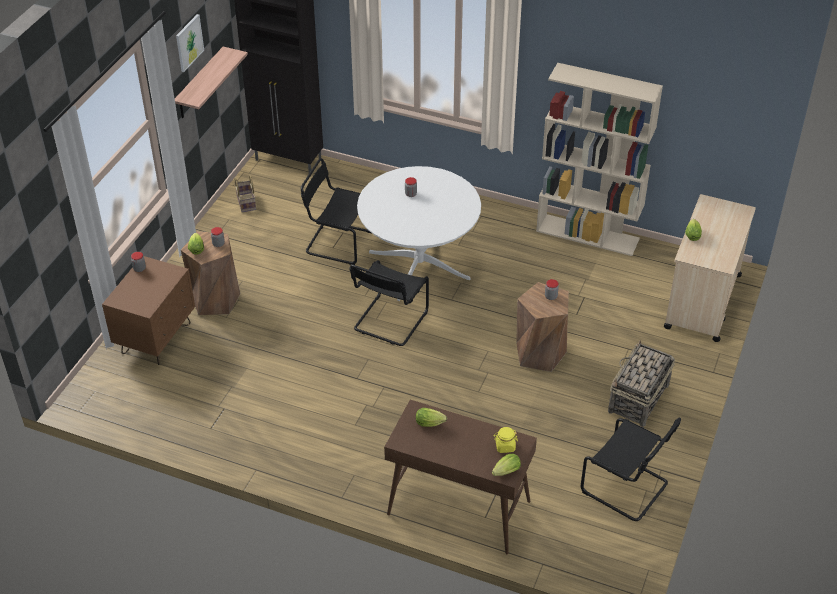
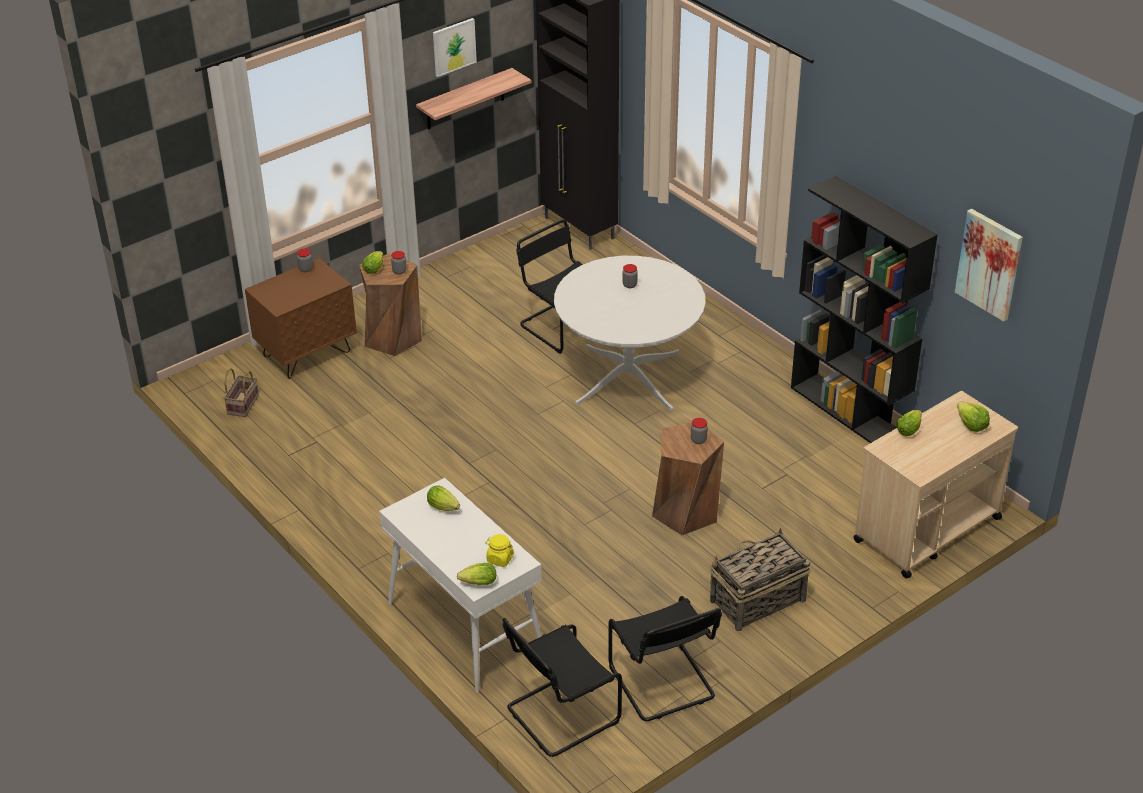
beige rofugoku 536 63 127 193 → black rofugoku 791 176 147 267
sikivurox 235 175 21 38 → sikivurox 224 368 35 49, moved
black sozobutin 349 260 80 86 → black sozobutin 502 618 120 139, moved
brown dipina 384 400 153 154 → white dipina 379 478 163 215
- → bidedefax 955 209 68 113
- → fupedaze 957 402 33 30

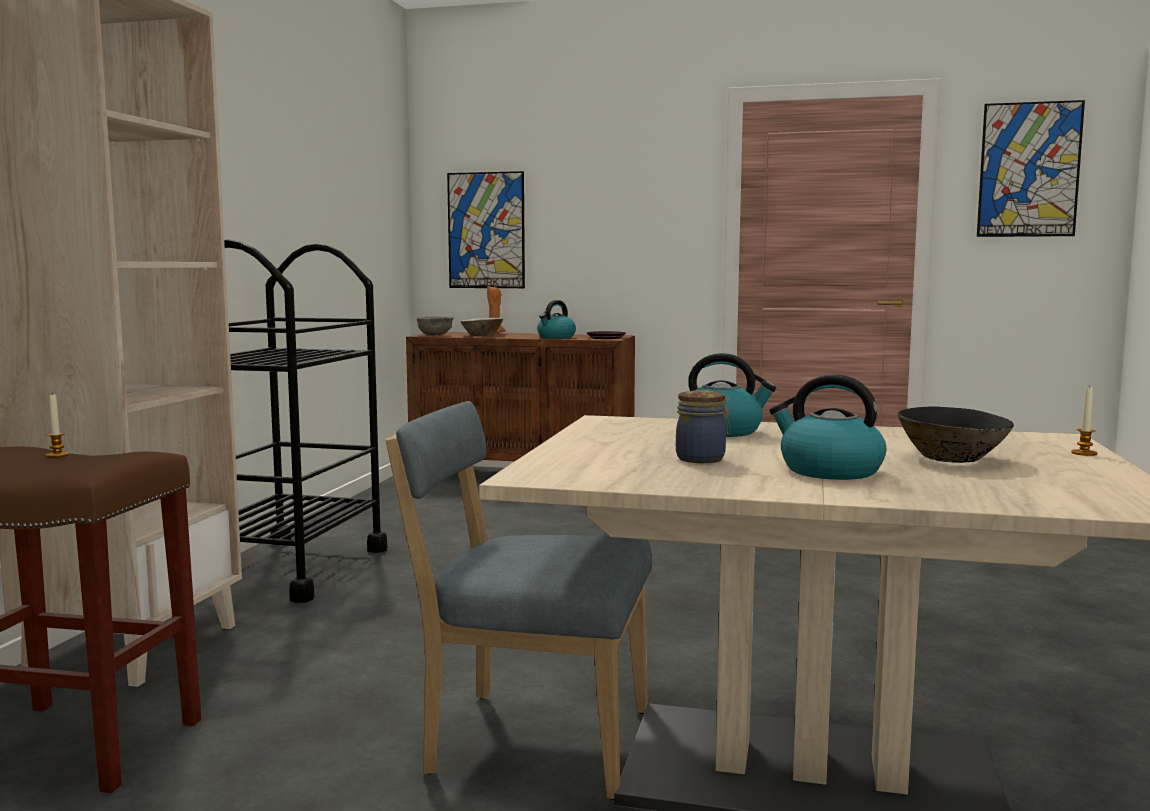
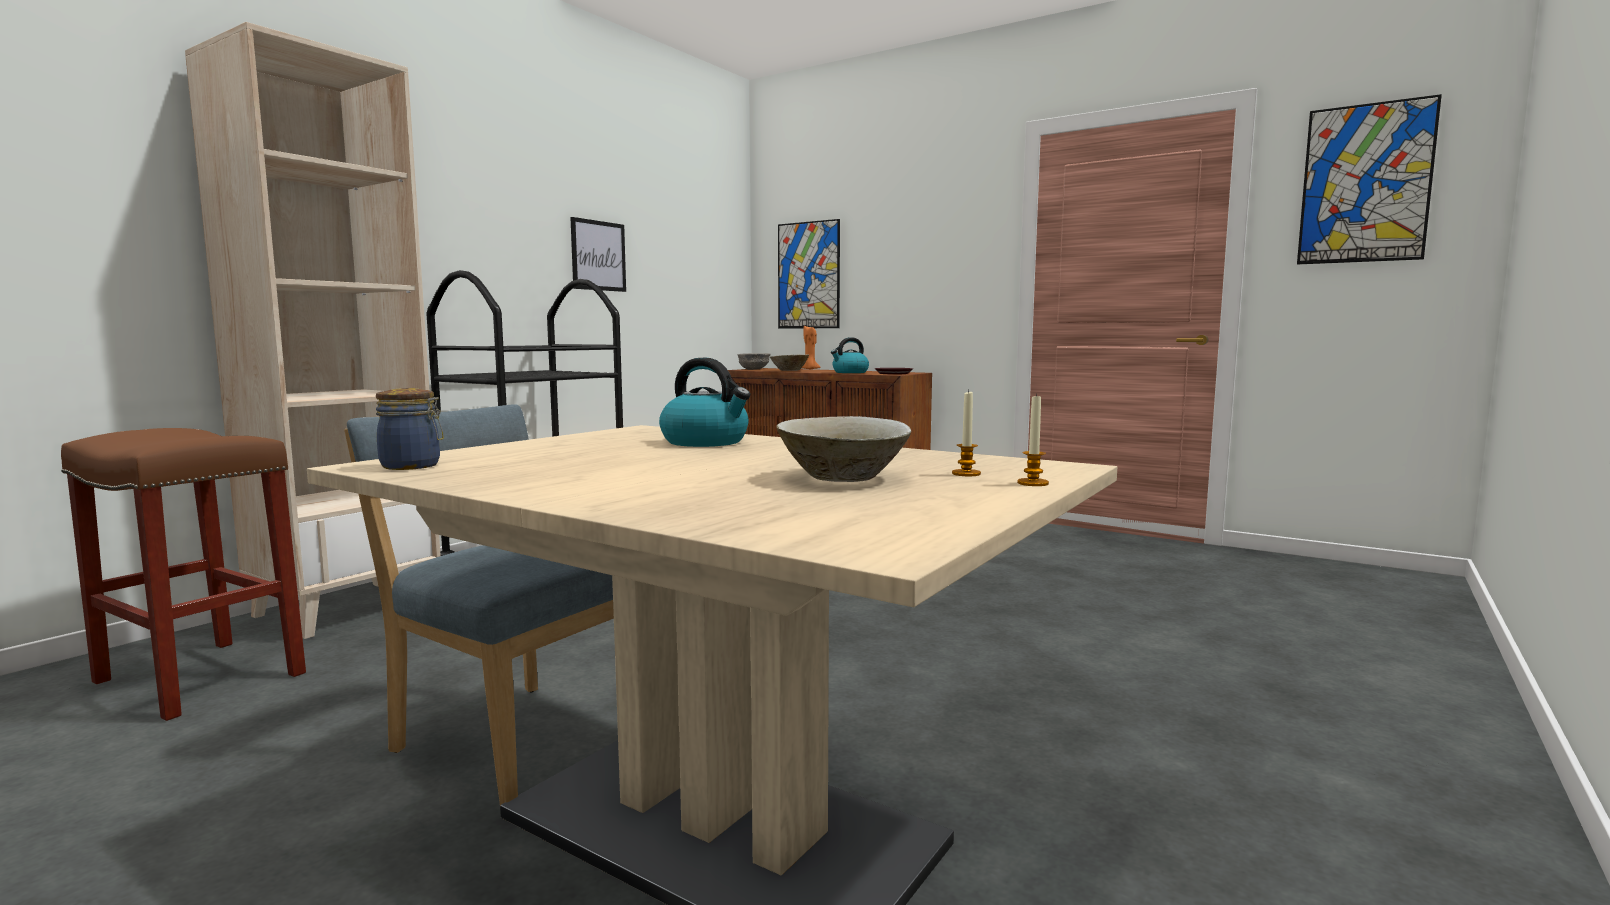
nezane 769 374 117 106 → -
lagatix 676 390 55 73 → lagatix 376 388 68 82, moved
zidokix 46 393 24 65 → zidokix 952 390 29 86, moved
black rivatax 898 406 116 57 → beige rivatax 776 416 135 66
- → bidedefax 570 217 56 75

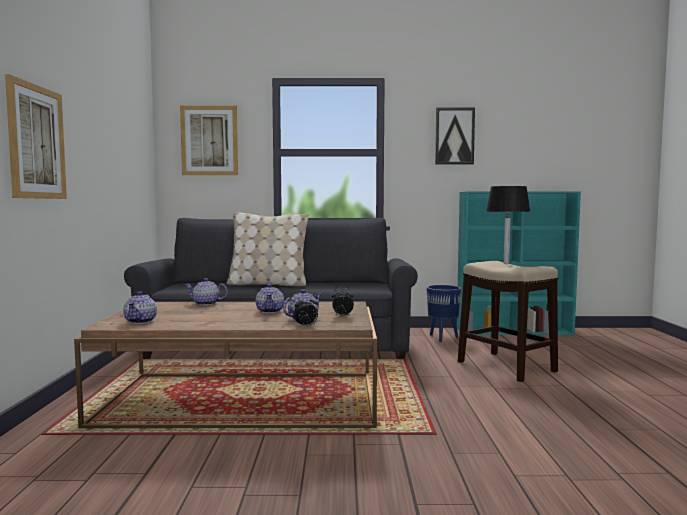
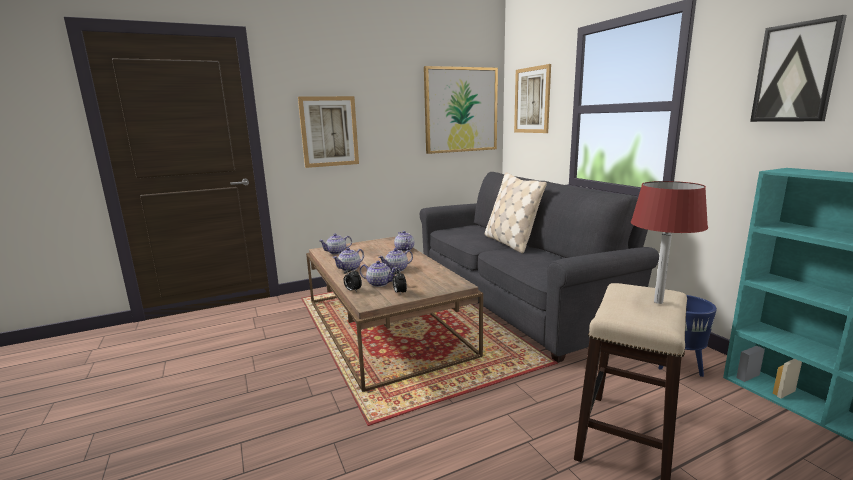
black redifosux 486 186 44 78 → red redifosux 631 181 77 123
- → bidedefax 424 66 74 88
- → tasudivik 332 248 32 23

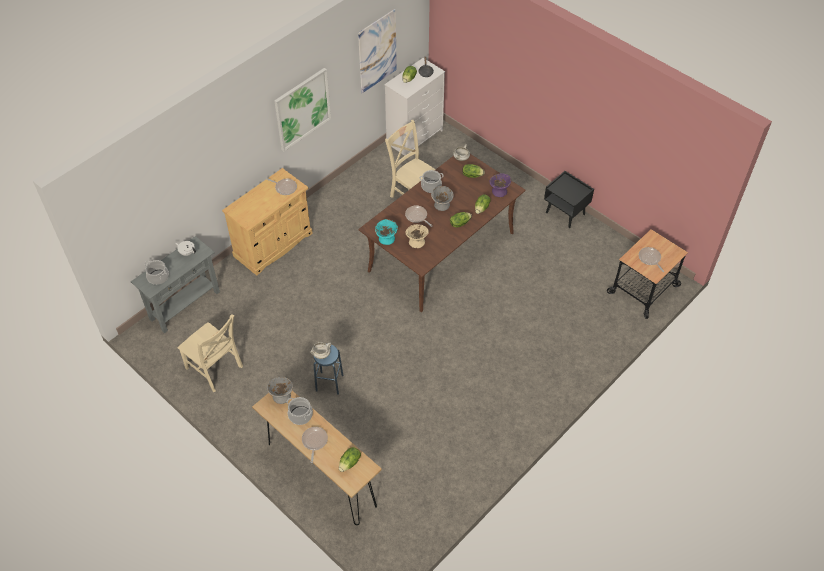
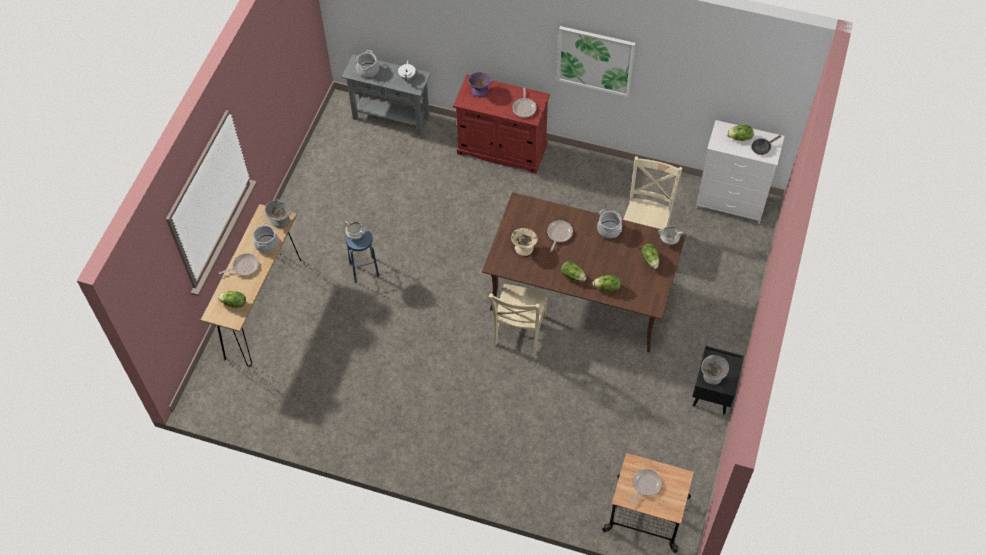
bidedefax 358 9 39 84 → -
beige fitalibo 222 168 91 107 → red fitalibo 453 74 97 100
purple rivatax 490 174 21 23 → purple rivatax 468 72 24 26, moved
grey rivatax 431 186 23 25 → grey rivatax 701 355 28 30, moved
turquoise rivatax 375 219 23 26 → -
beige sozobutin 177 314 66 78 → beige sozobutin 489 284 59 71, moved

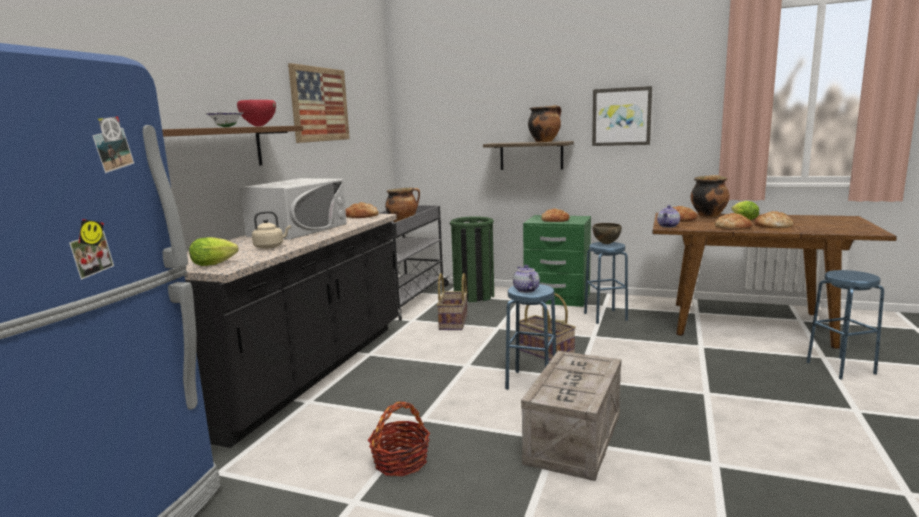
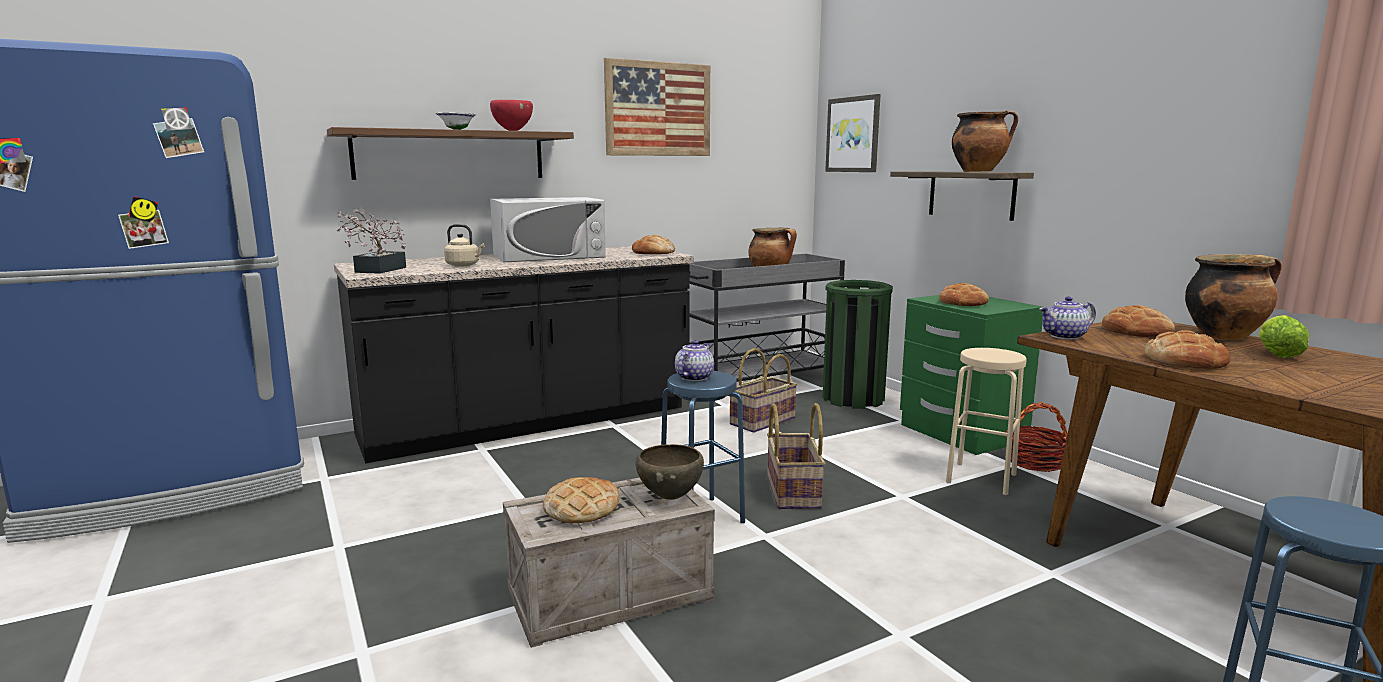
bidedefax 592 86 60 60 → bidedefax 825 94 56 78, moved
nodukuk 754 211 39 17 → nodukuk 543 477 76 46, moved
brown rivatax 593 223 29 21 → brown rivatax 636 444 68 56, moved
fupedaze 189 237 50 29 → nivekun 336 208 70 66
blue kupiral 584 242 44 82 → beige kupiral 946 348 81 147
sikivurox 368 401 62 75 → sikivurox 1006 402 62 70, moved

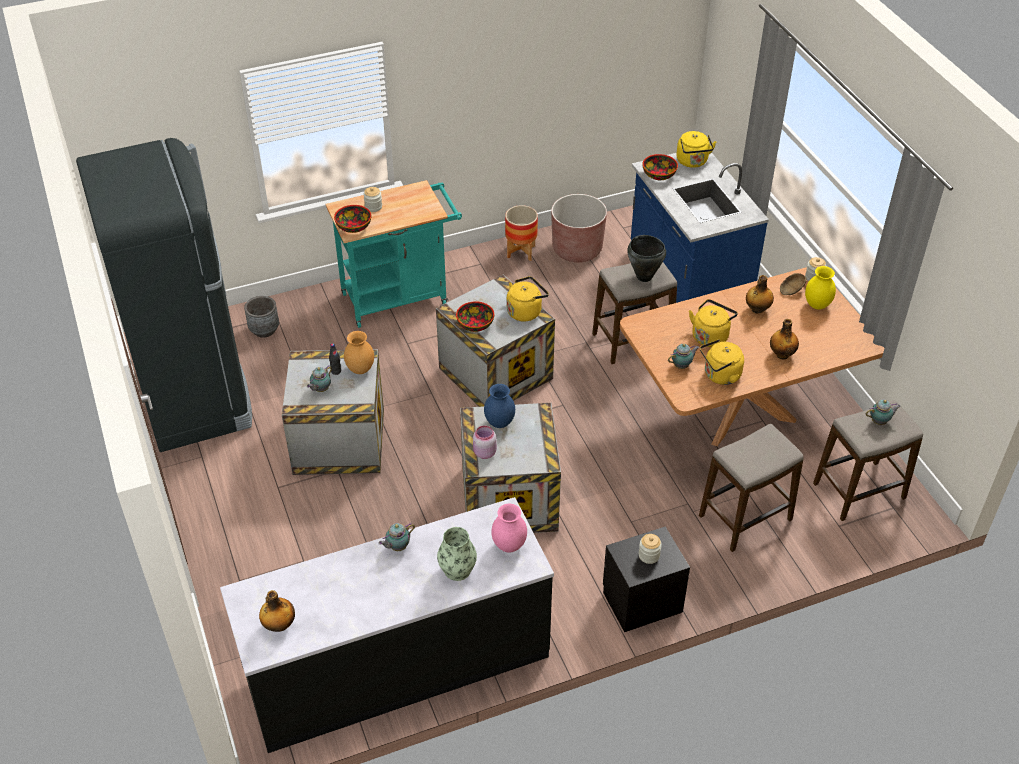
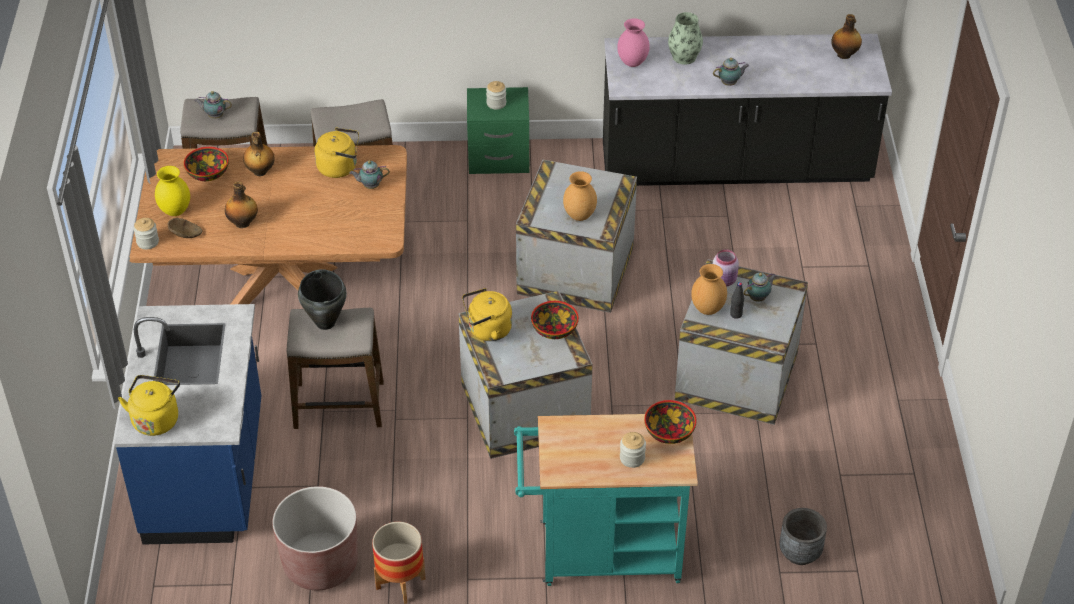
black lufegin 76 138 176 314 → -
rivatax 642 154 36 26 → rivatax 184 147 45 34, moved
yellow nezane 689 299 49 48 → -
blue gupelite 484 384 31 44 → brown gupelite 563 171 34 50
pink lagatix 473 426 24 33 → pink lagatix 713 249 26 38, moved
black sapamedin 603 527 87 105 → green sapamedin 467 87 62 87

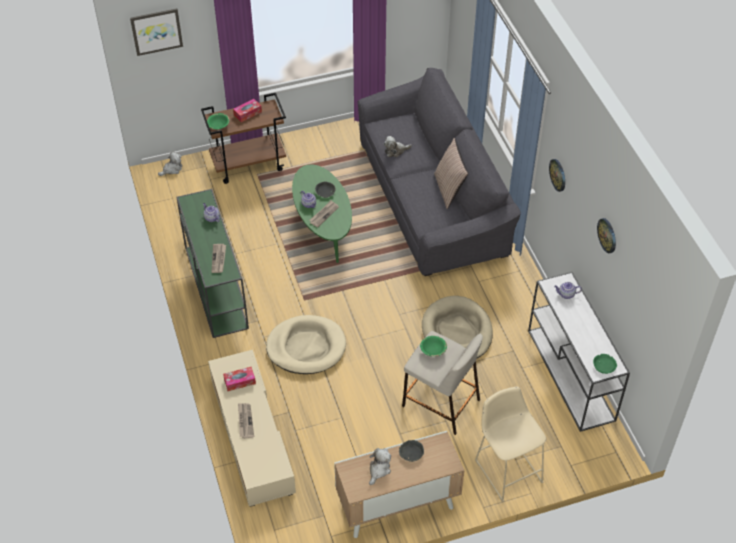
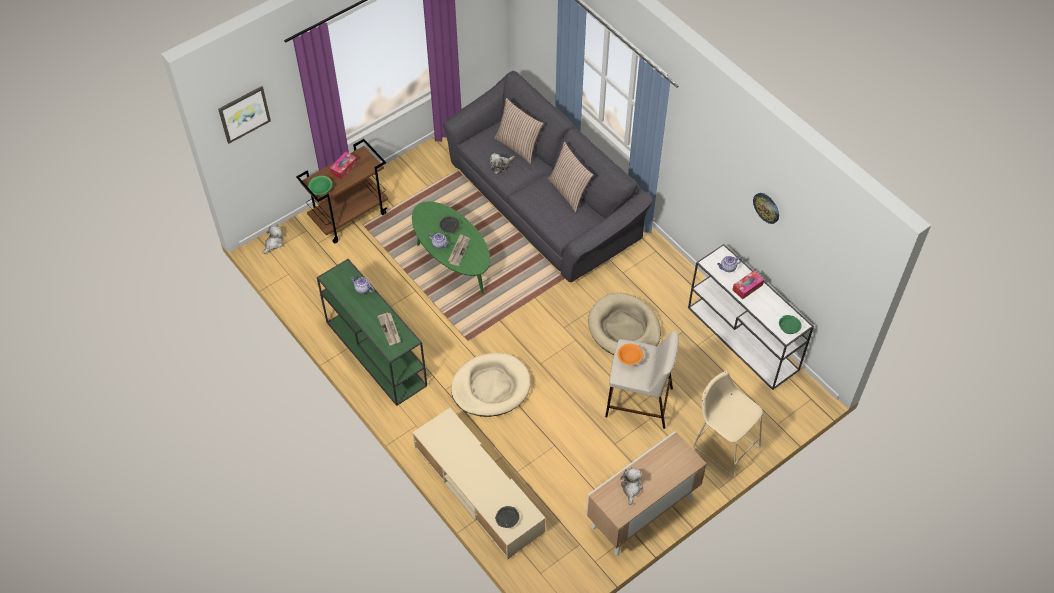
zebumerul 549 159 16 33 → -
green rivatax 420 336 27 21 → orange rivatax 617 344 27 21
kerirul 223 367 33 24 → kerirul 732 271 32 29, moved
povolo 238 403 16 36 → -
grey rivatax 399 440 25 22 → grey rivatax 495 506 25 22, moved
- → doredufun 494 98 50 66

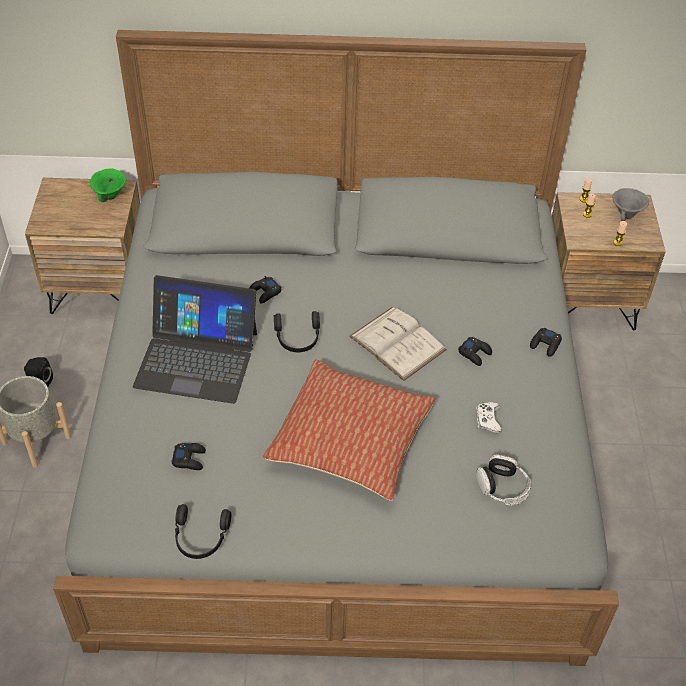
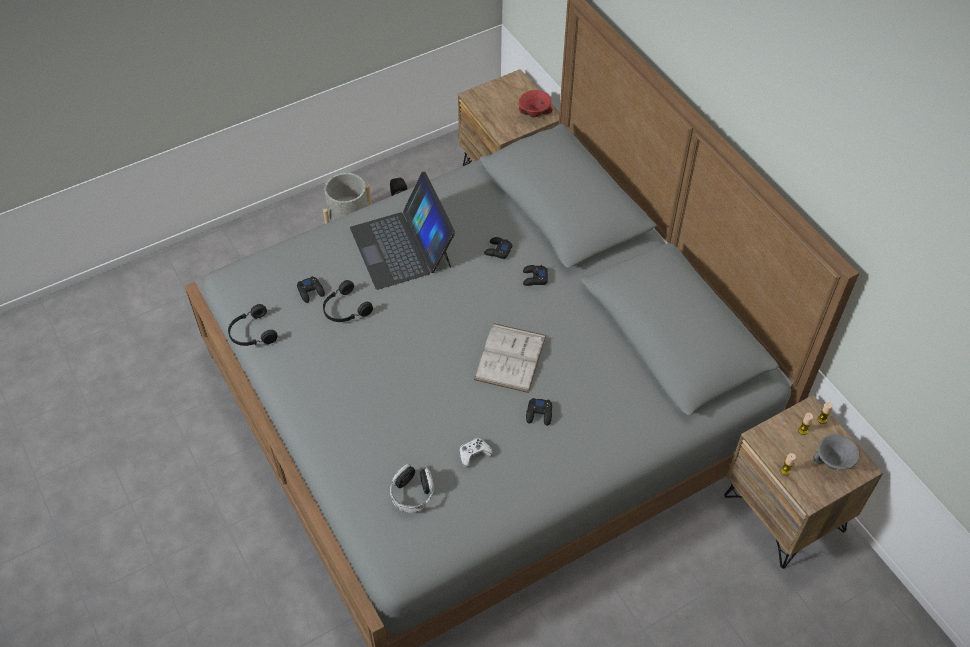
green rivatax 90 169 36 33 → red rivatax 519 90 34 27
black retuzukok 274 311 46 41 → black retuzukok 323 280 50 42, moved
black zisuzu 530 327 32 30 → black zisuzu 523 265 25 21, moved
doredufun 263 360 173 141 → -

